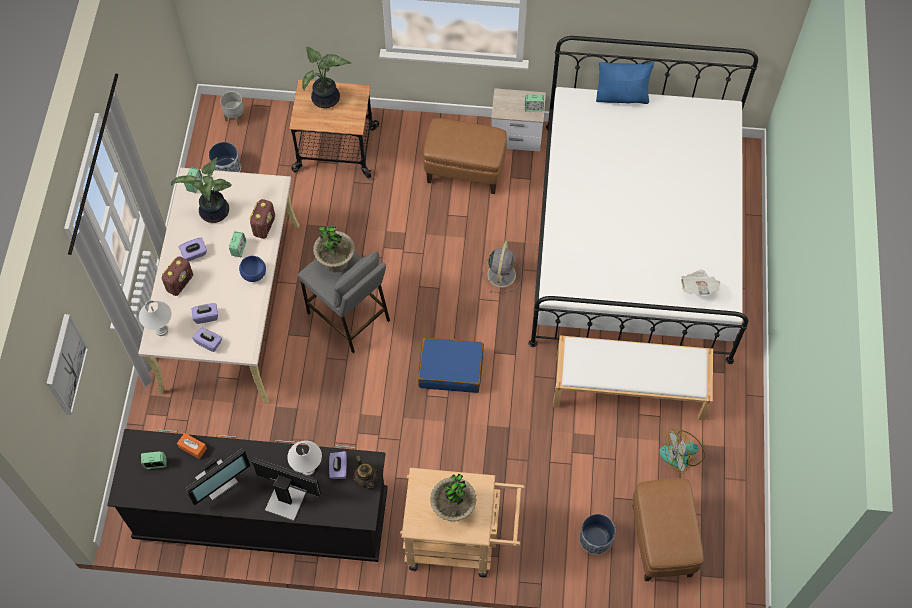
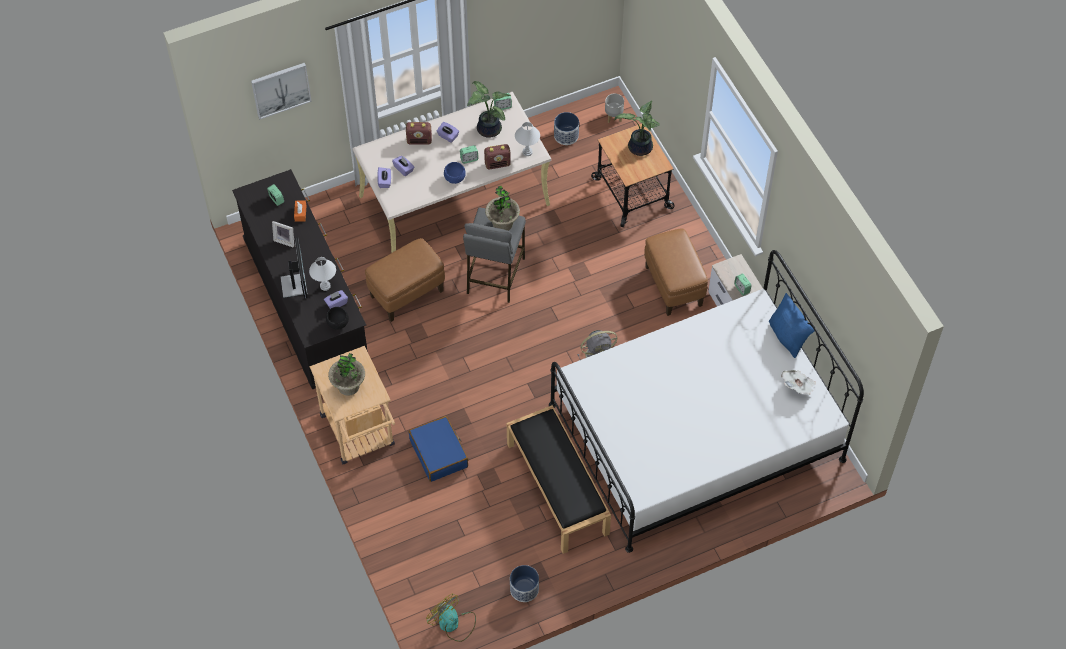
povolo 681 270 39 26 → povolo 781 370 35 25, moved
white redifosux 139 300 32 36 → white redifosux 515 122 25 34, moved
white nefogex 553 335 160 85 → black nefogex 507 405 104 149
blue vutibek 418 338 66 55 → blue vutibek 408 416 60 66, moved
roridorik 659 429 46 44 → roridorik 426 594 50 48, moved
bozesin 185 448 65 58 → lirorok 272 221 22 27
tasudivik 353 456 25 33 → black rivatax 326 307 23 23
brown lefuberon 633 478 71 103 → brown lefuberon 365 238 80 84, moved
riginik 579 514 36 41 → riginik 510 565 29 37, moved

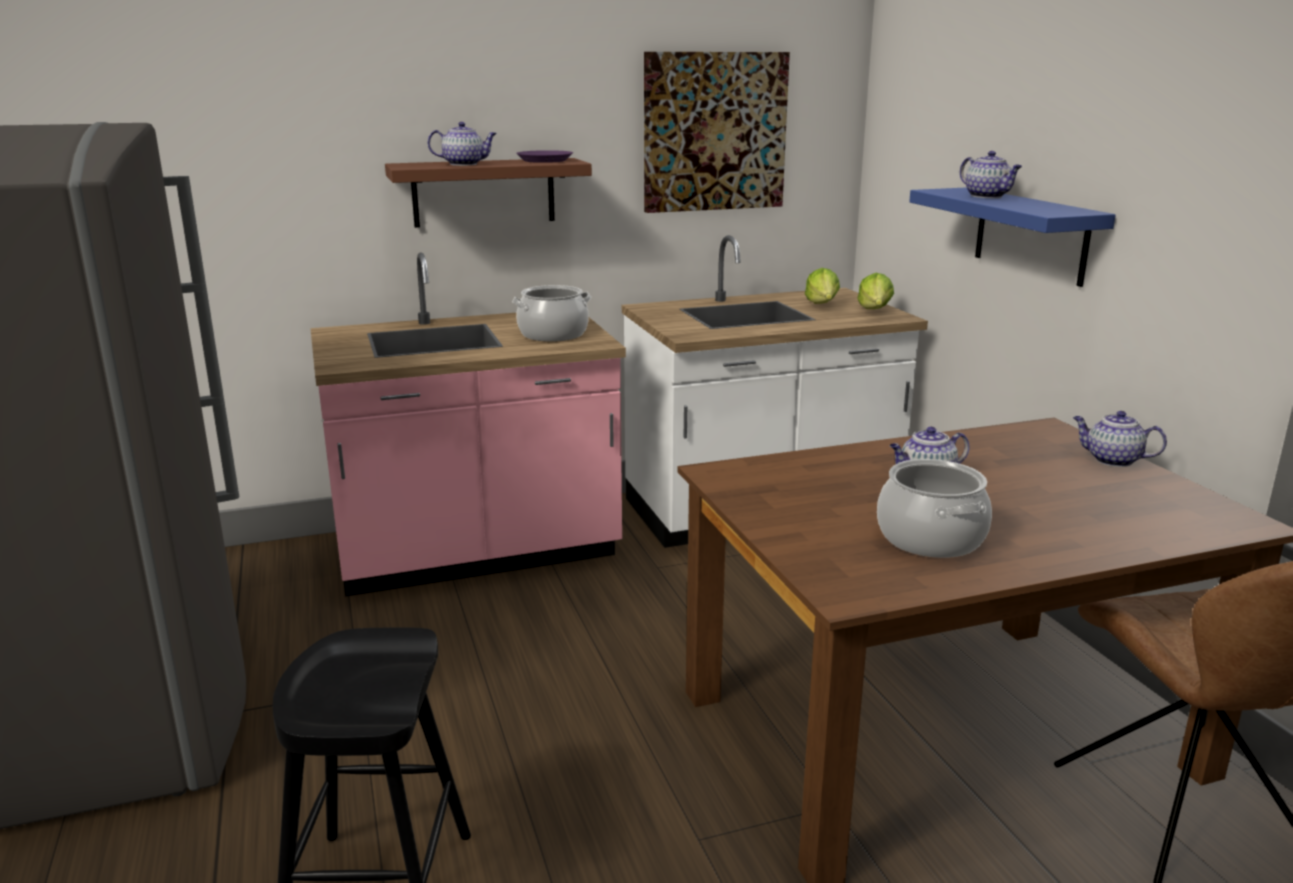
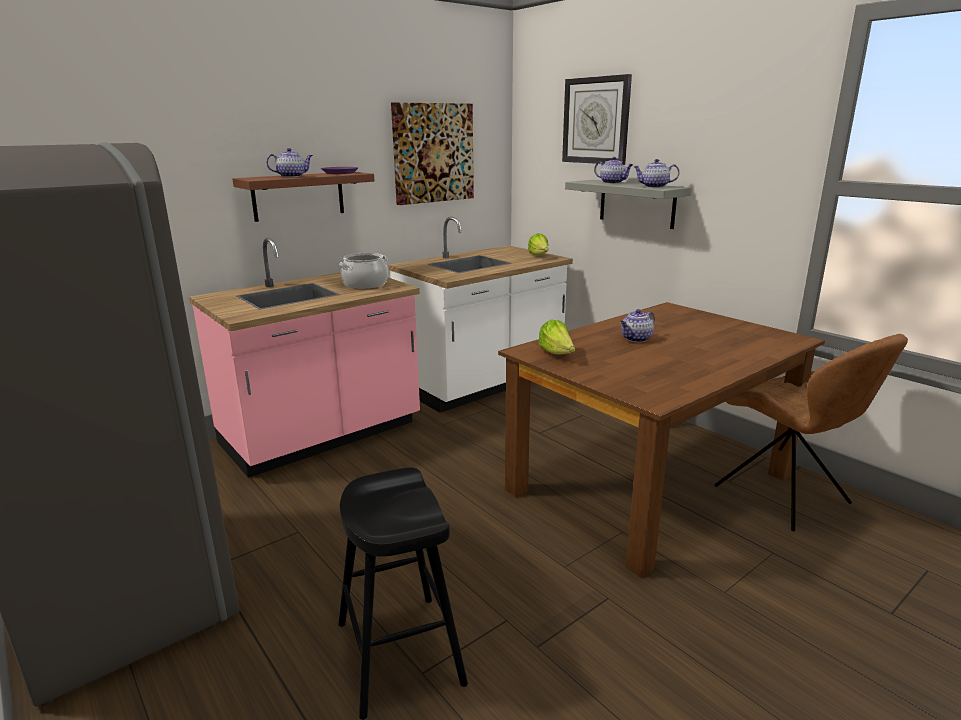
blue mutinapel 909 187 207 100 → grey mutinapel 565 180 127 49
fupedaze 805 268 35 36 → fupedaze 538 320 37 35, moved
tasudivik 1073 411 94 56 → tasudivik 634 159 46 29, moved
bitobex 877 459 115 99 → -
- → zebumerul 562 74 70 91

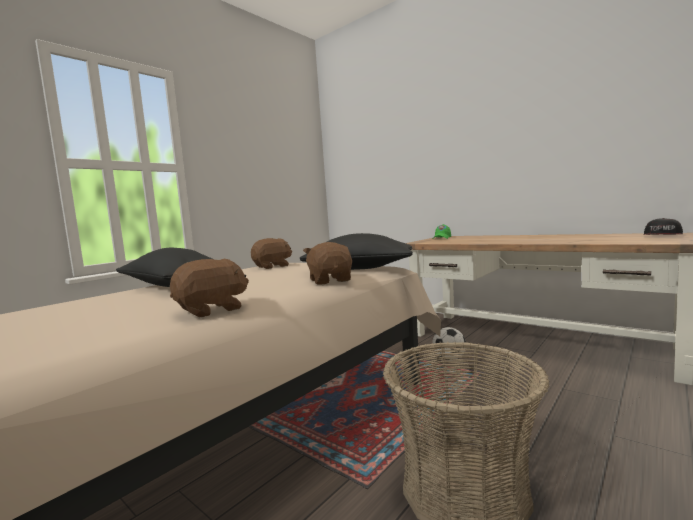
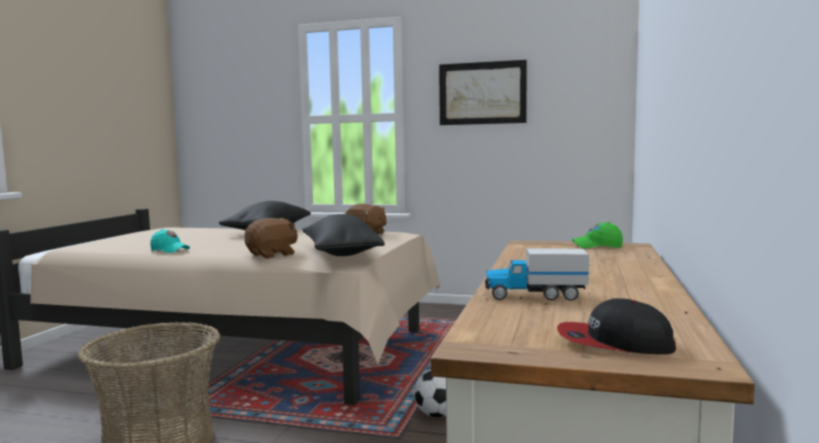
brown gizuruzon 170 259 79 59 → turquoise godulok 150 229 40 24
- → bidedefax 439 60 88 65
- → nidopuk 485 248 104 53

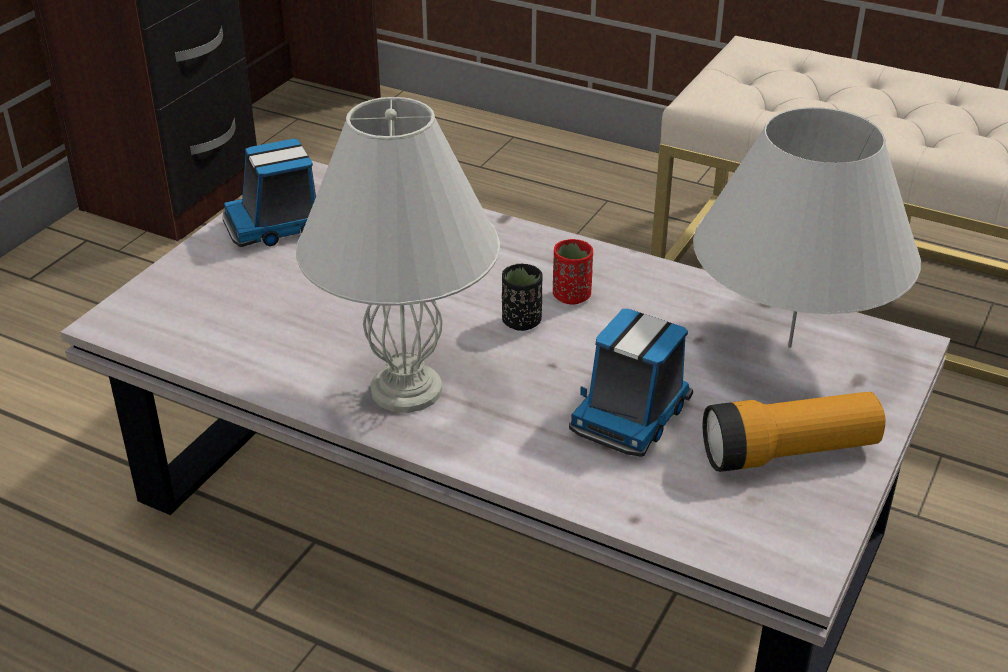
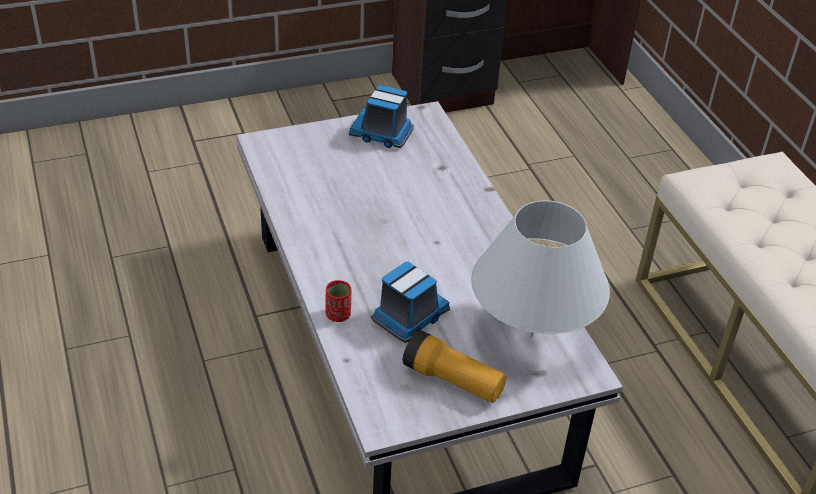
white redifosux 296 97 204 316 → -
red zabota 553 239 40 65 → red zabota 325 280 26 42, moved
black zabota 502 263 41 68 → -
nidopuk 569 309 124 148 → nidopuk 371 262 79 81, 150 degrees clockwise

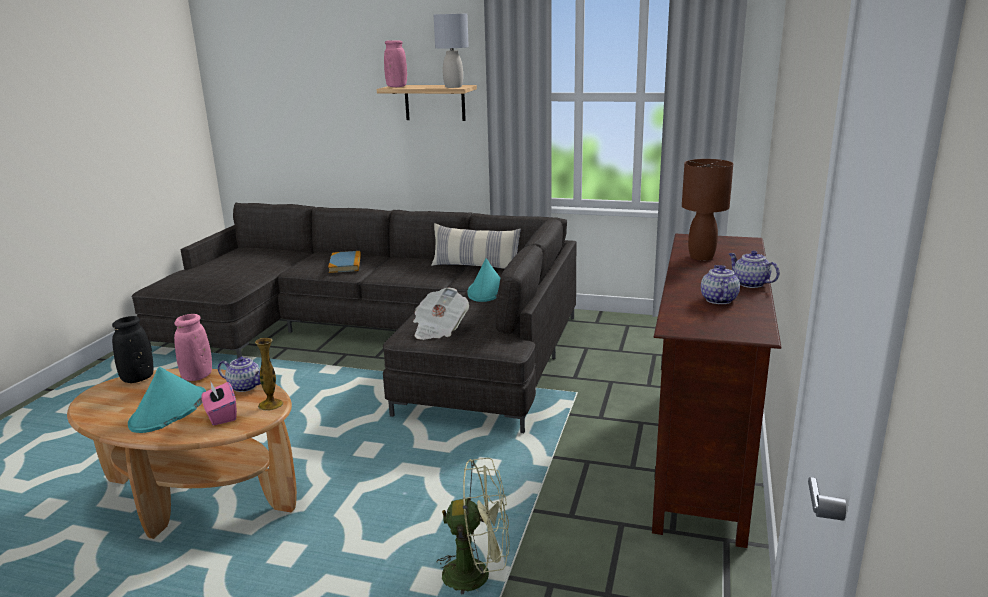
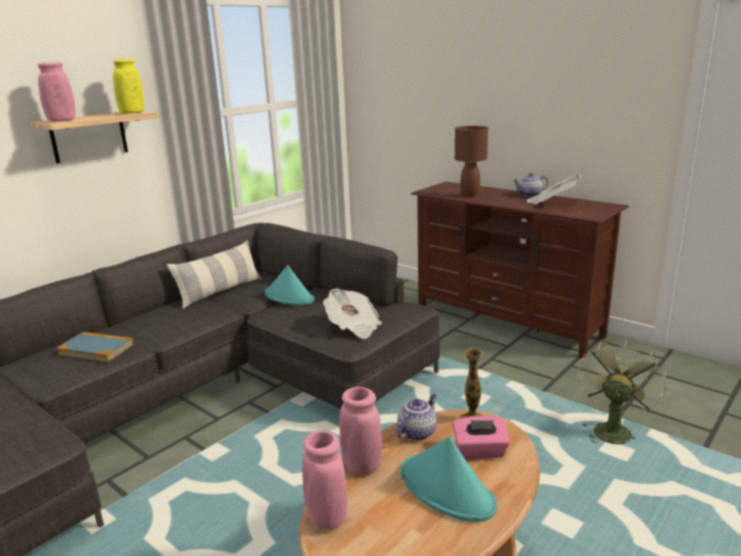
grey redifosux 433 13 36 75 → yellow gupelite 113 59 31 55
tasudivik 701 265 39 39 → povolo 527 175 55 30
black gupelite 112 316 42 67 → pink gupelite 302 430 45 100

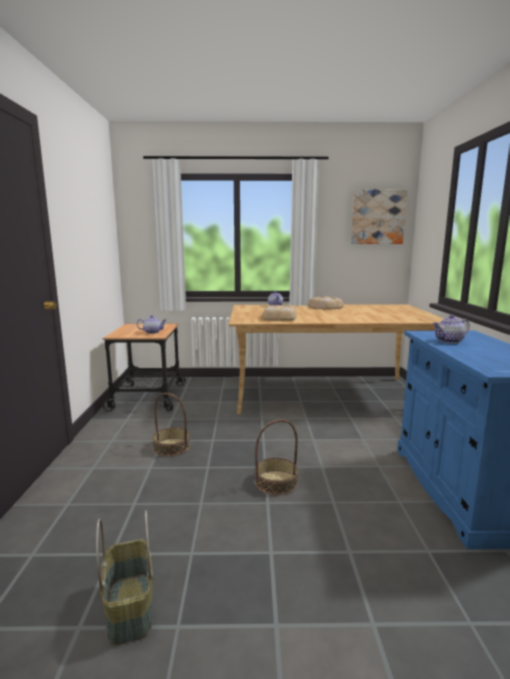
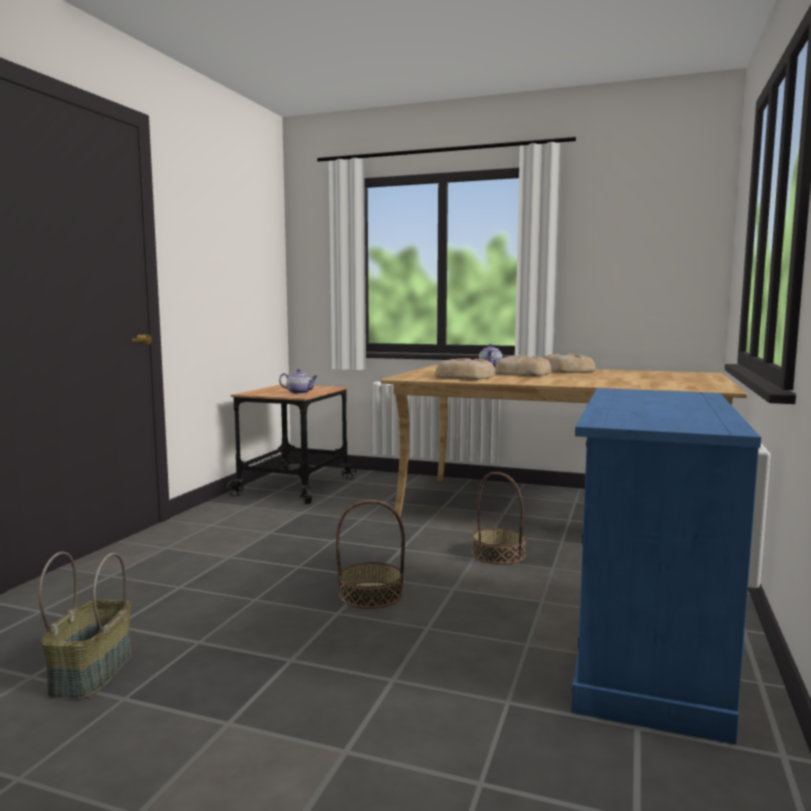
bidedefax 351 189 56 55 → -
tasudivik 433 315 37 28 → -
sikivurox 152 393 38 63 → sikivurox 472 472 55 93, moved
- → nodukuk 495 356 57 20

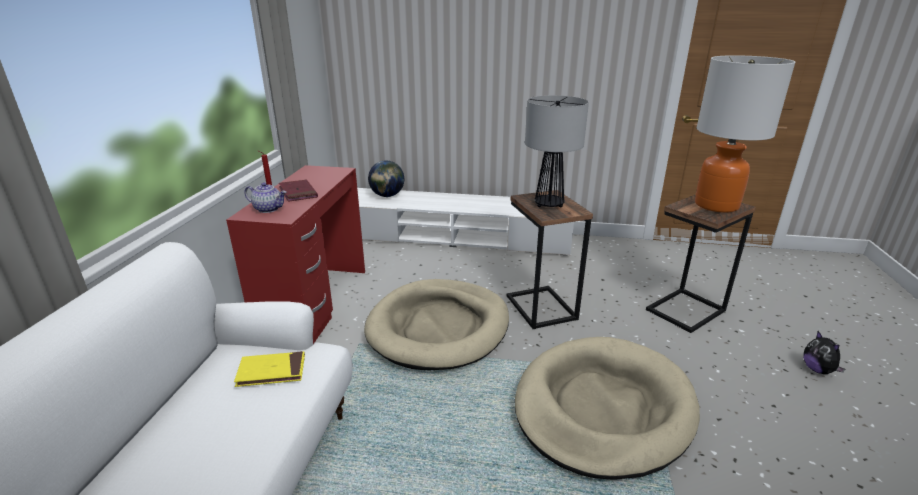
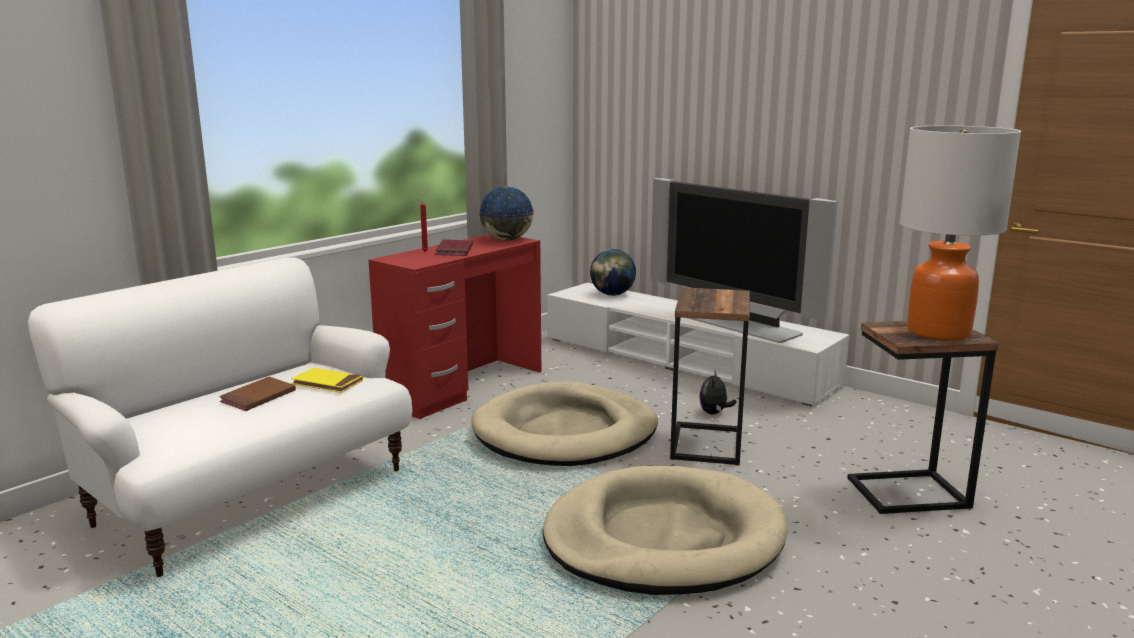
redifosux 525 95 64 112 → -
tasudivik 244 182 42 31 → -
gizuruzon 803 331 42 43 → gizuruzon 699 371 37 44, moved
- → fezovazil 650 178 188 165
- → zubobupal 479 187 55 53
- → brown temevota 219 377 77 34

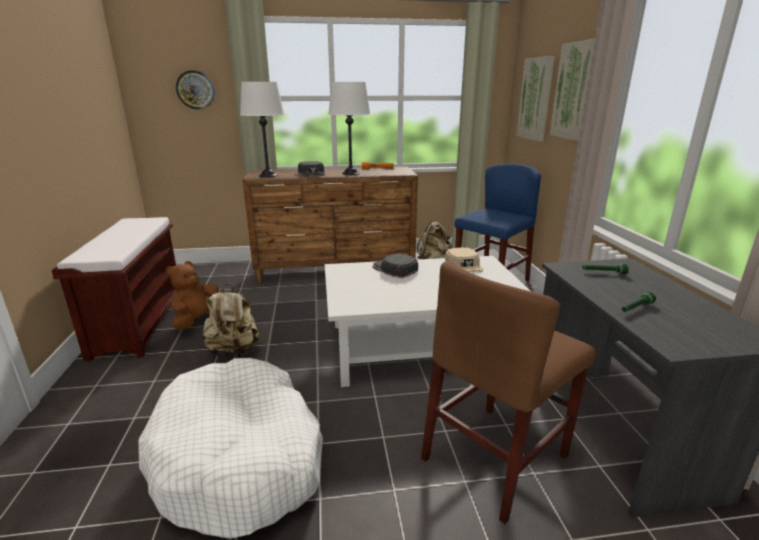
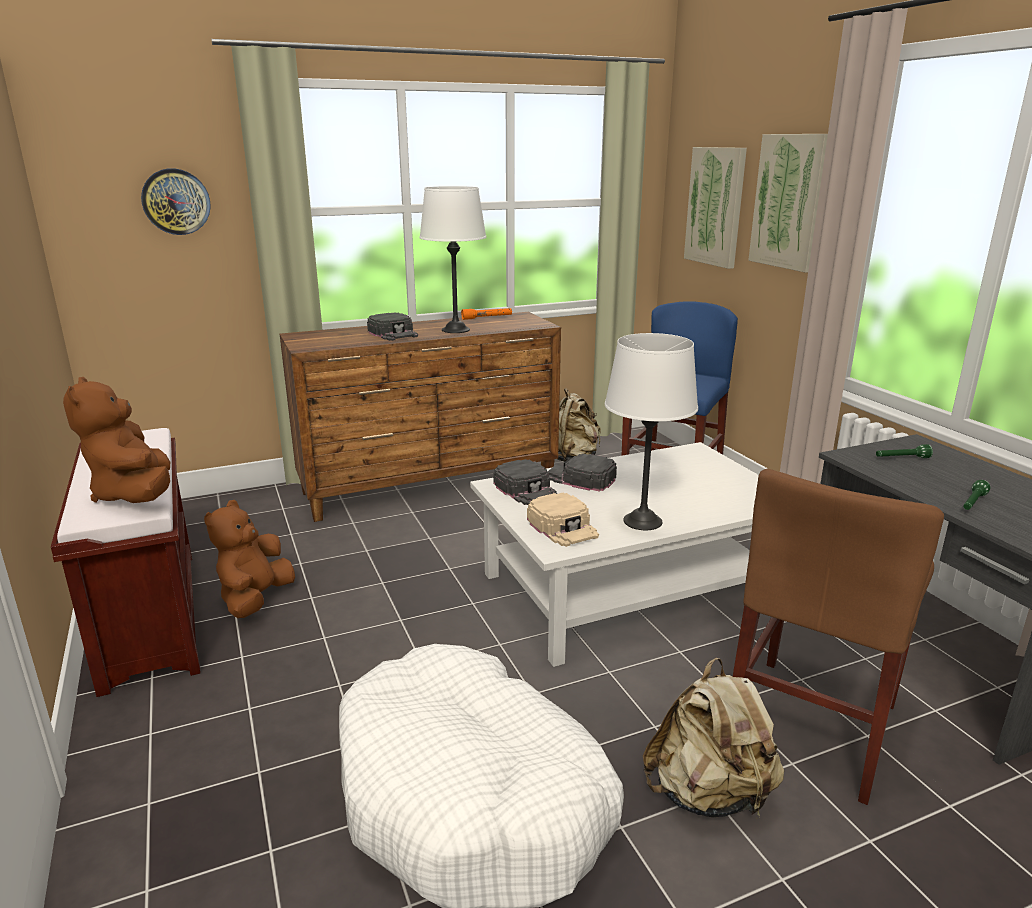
white redifosux 240 82 44 95 → white redifosux 605 333 93 197, moved
beige godulok 445 247 38 25 → beige godulok 527 493 72 54, moved
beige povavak 203 283 56 75 → beige povavak 643 657 141 161, moved
- → brown gizuruzon 63 377 107 126
- → black godulok 493 459 64 46

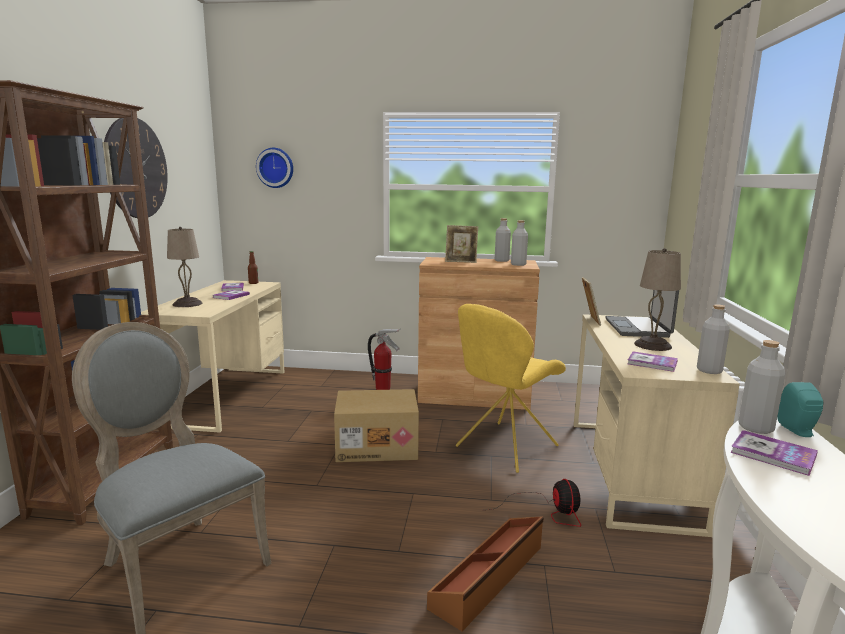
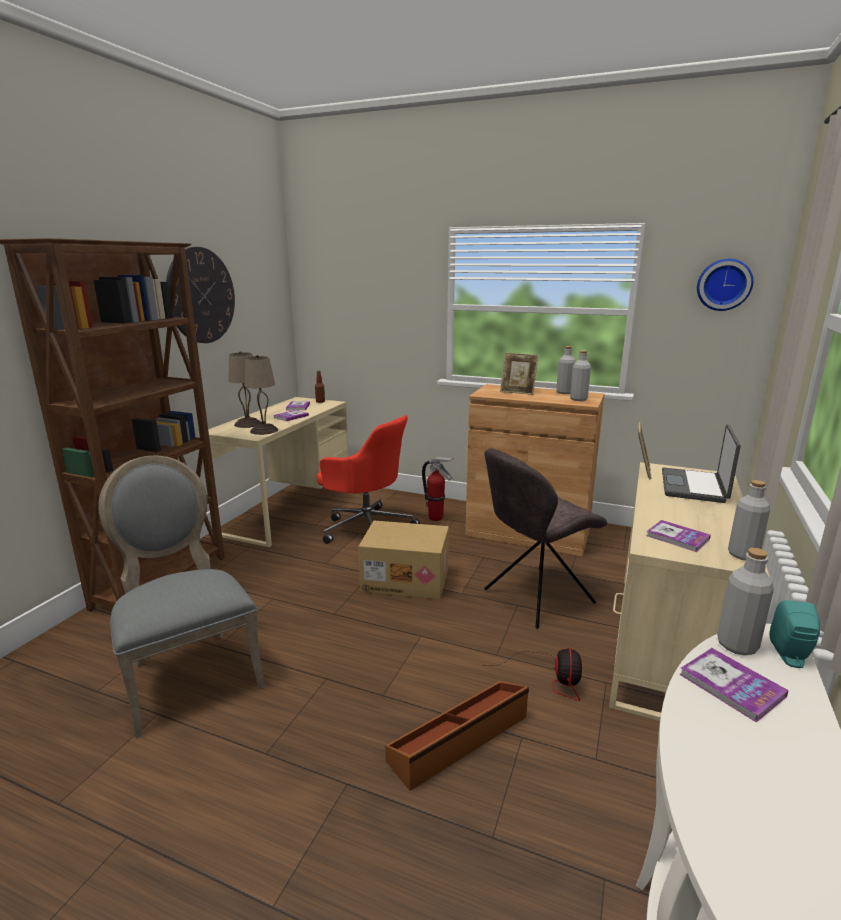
zebumerul 256 148 37 40 → zebumerul 697 259 56 52, moved
beige redifosux 634 248 47 103 → beige redifosux 245 355 33 80, moved
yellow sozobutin 456 304 110 169 → grey sozobutin 484 448 123 180
- → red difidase 317 415 103 129

